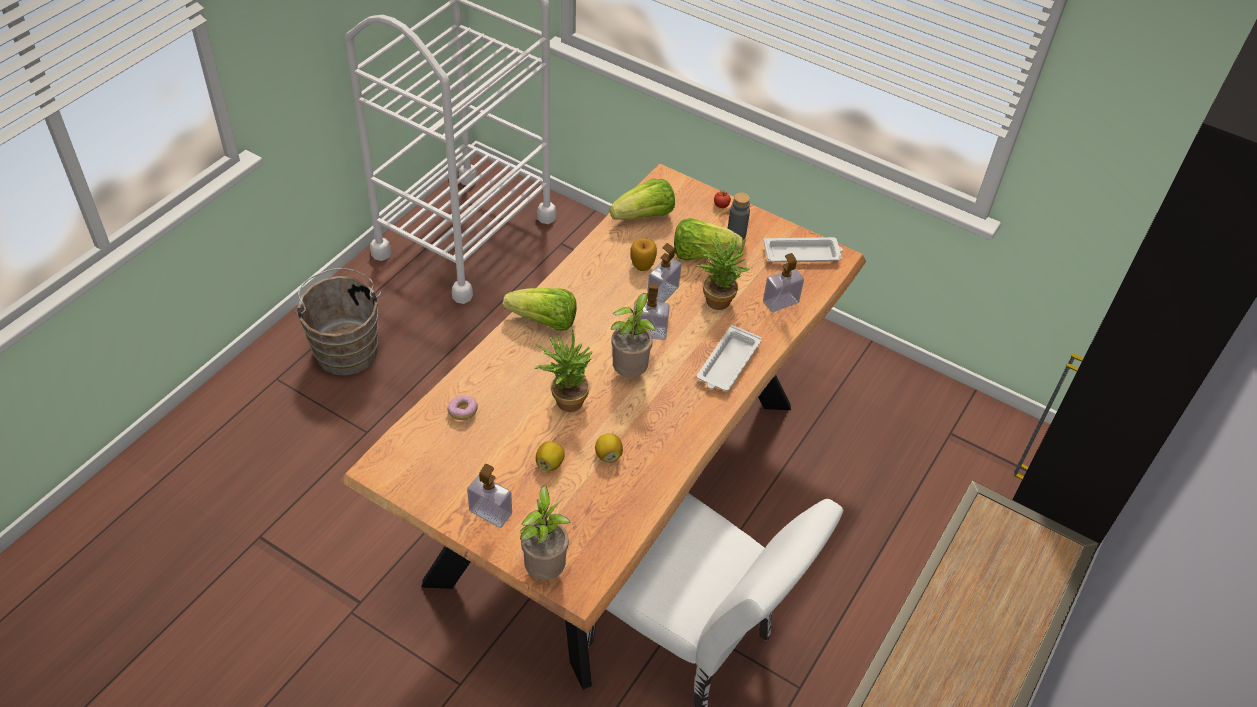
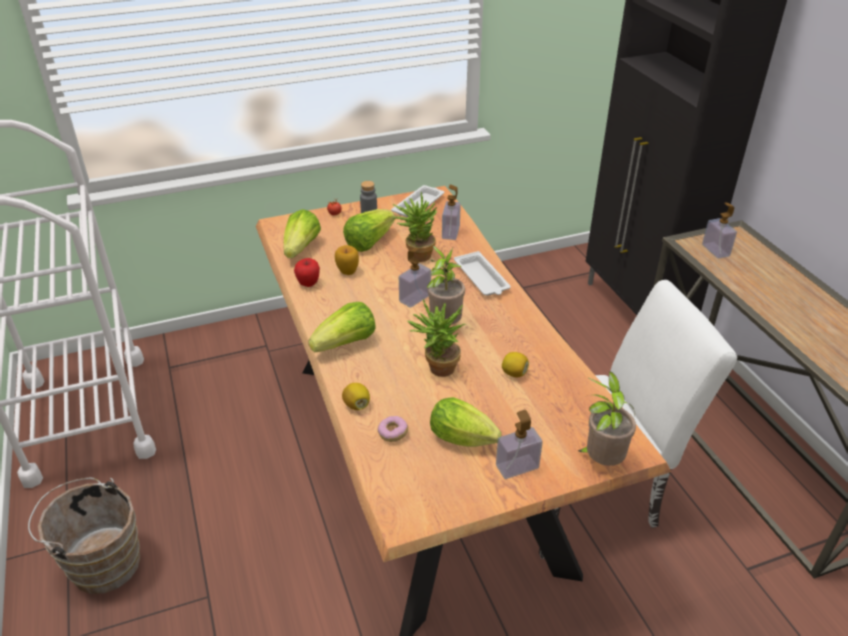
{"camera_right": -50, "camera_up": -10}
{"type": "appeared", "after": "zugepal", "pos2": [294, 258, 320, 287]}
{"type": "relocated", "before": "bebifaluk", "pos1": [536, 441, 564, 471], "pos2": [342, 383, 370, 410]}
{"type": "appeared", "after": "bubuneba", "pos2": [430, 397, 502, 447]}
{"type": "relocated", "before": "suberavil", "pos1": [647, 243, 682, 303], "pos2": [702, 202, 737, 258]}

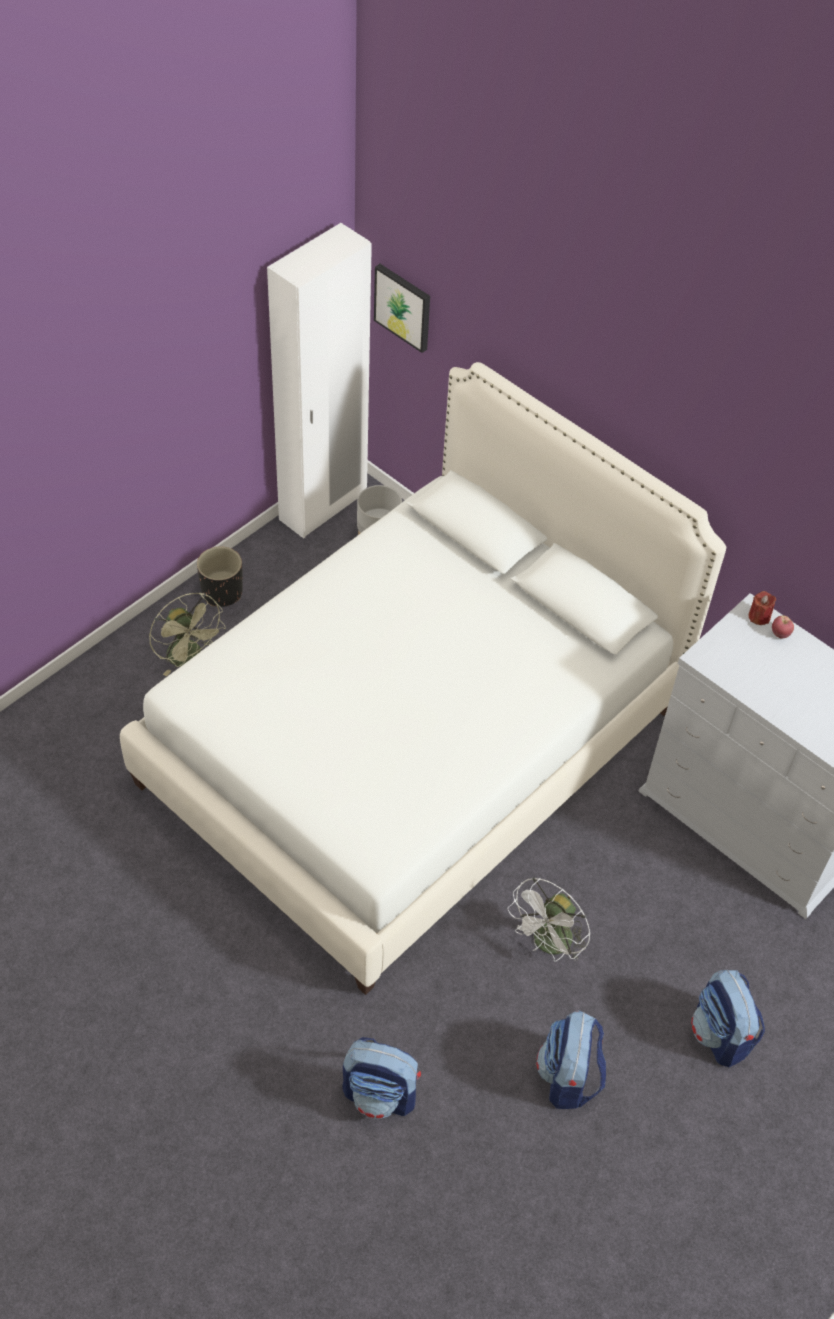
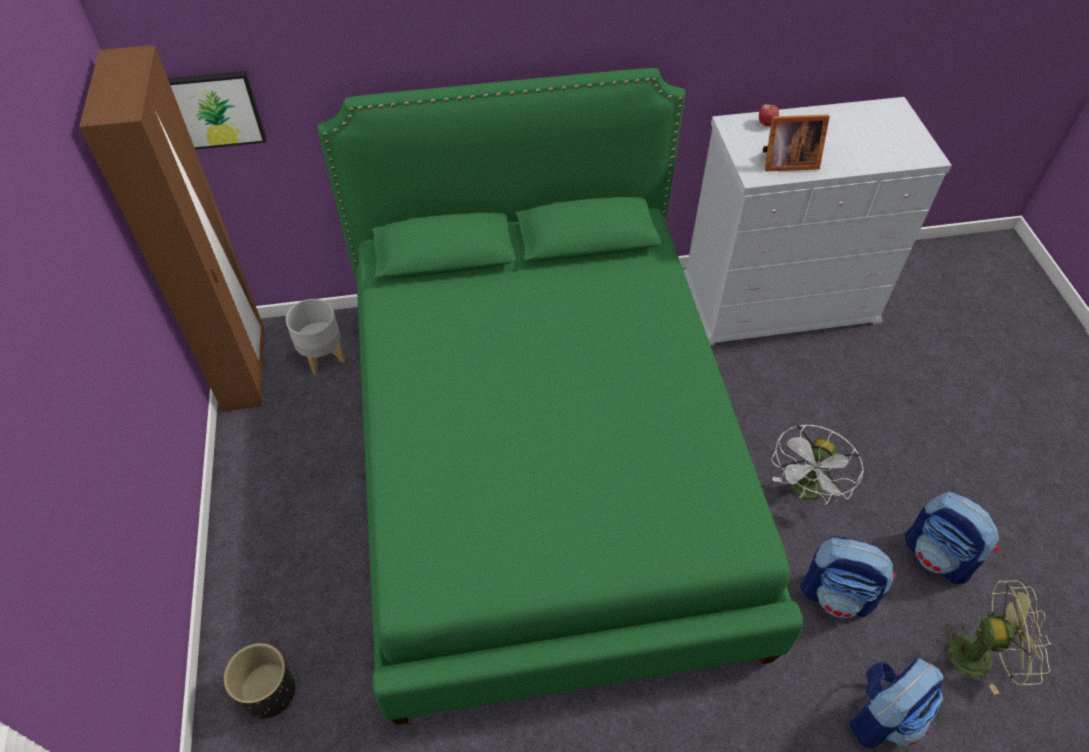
{"camera_right": -50, "camera_up": 0}
{"type": "colour", "before": "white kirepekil", "after": "brown kirepekil", "pos1": [267, 223, 372, 539], "pos2": [79, 45, 265, 411]}
{"type": "relocated", "before": "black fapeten", "pos1": [197, 546, 242, 607], "pos2": [224, 643, 295, 718]}
{"type": "colour", "before": "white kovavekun", "after": "green kovavekun", "pos1": [120, 362, 726, 995], "pos2": [317, 68, 803, 725]}
{"type": "appeared", "after": "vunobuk", "pos2": [763, 115, 830, 171]}
{"type": "spun", "before": "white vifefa", "pos1": [507, 877, 590, 962], "pos2": [771, 424, 864, 505], "turn": 45}
{"type": "relocated", "before": "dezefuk", "pos1": [691, 970, 765, 1067], "pos2": [800, 536, 897, 618]}
{"type": "relocated", "before": "green vifefa", "pos1": [149, 593, 226, 676], "pos2": [933, 580, 1051, 695]}
{"type": "missing", "before": "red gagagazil", "pos1": [748, 591, 776, 625]}

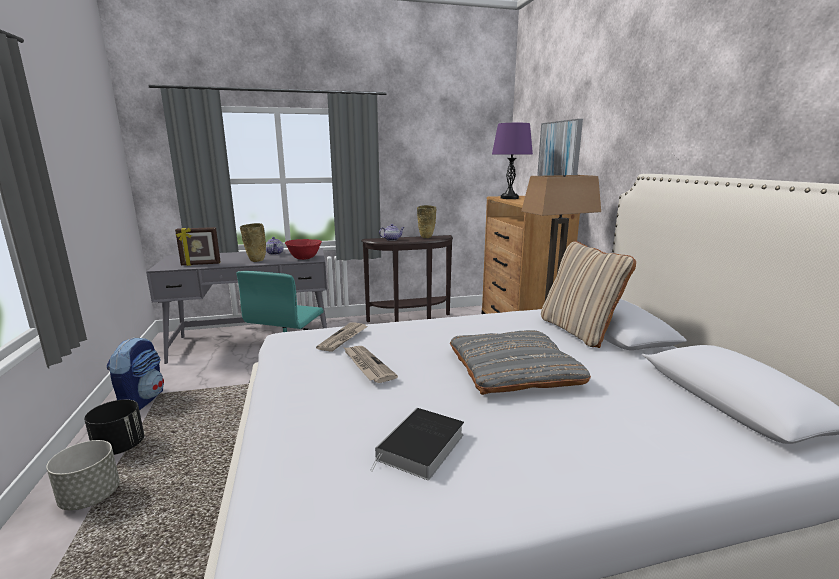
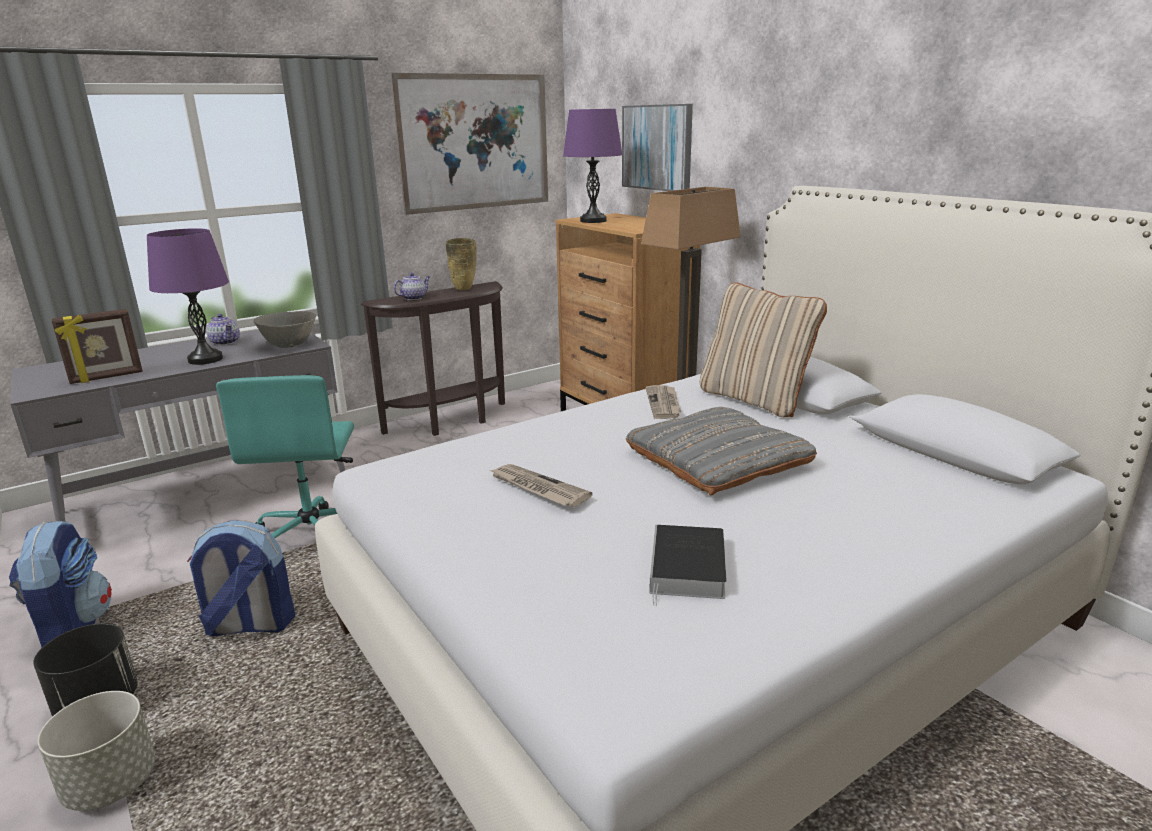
{"camera_right": -20, "camera_up": 5}
{"type": "exchanged", "before": "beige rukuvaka", "after": "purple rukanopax", "pos1": [240, 223, 266, 262], "pos2": [147, 228, 229, 365]}
{"type": "appeared", "after": "dezefuk", "pos2": [187, 520, 295, 636]}
{"type": "colour", "before": "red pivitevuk", "after": "grey pivitevuk", "pos1": [285, 239, 322, 260], "pos2": [253, 311, 316, 348]}
{"type": "appeared", "after": "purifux", "pos2": [390, 73, 548, 215]}
{"type": "relocated", "before": "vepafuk", "pos1": [316, 322, 368, 352], "pos2": [646, 385, 681, 419]}

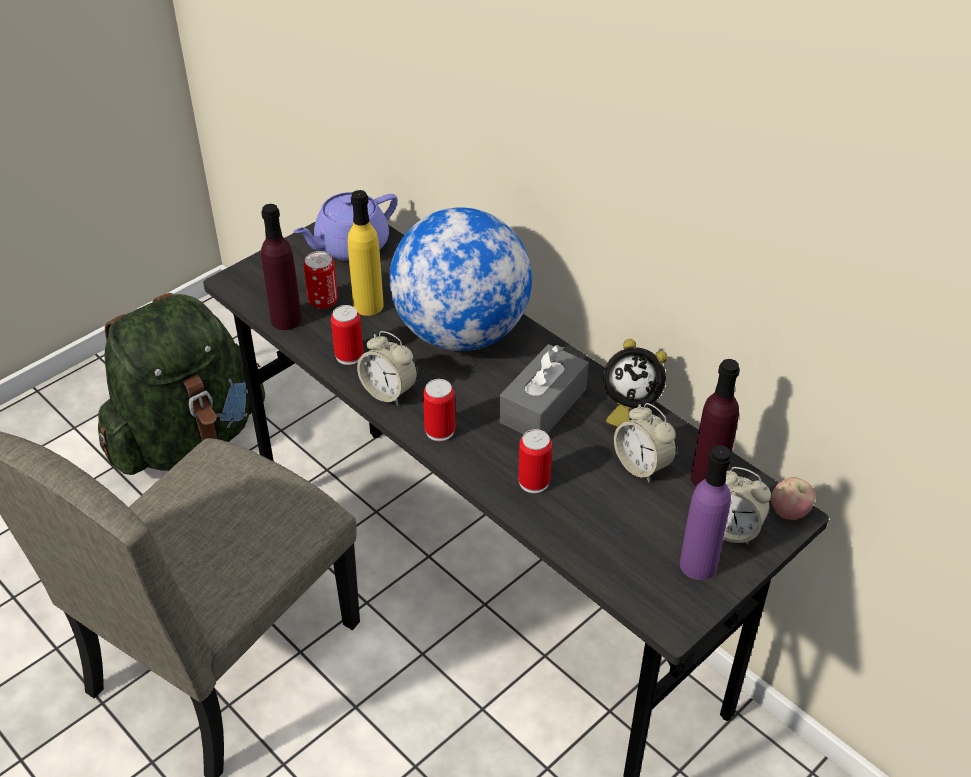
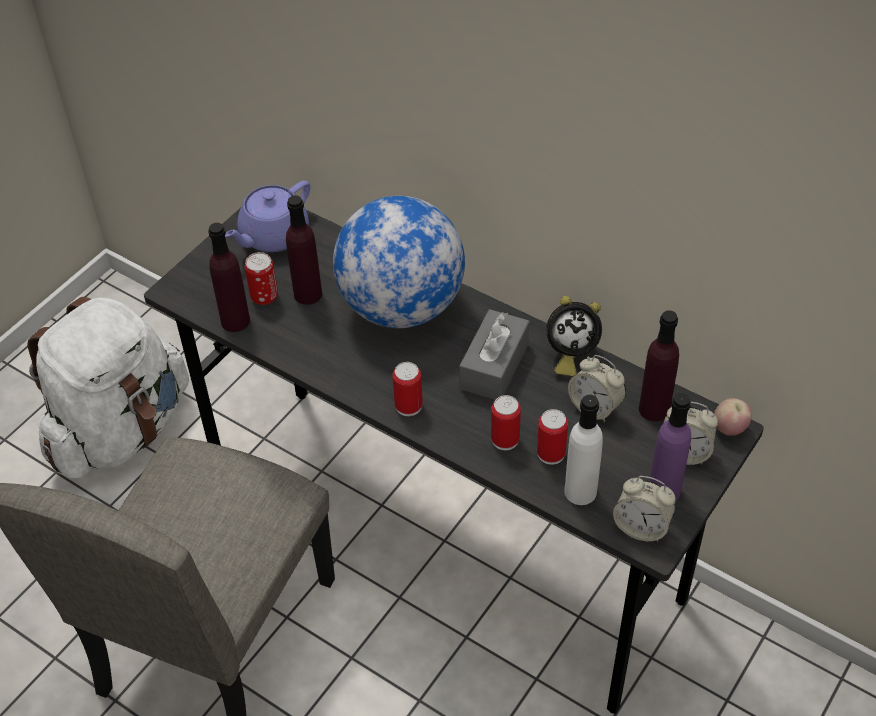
{"camera_right": -10, "camera_up": 5}
{"type": "colour", "before": "green dezefuk", "after": "white dezefuk", "pos1": [98, 293, 265, 475], "pos2": [27, 297, 189, 479]}
{"type": "colour", "before": "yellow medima", "after": "purple medima", "pos1": [348, 190, 384, 316], "pos2": [286, 195, 322, 305]}
{"type": "relocated", "before": "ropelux", "pos1": [331, 305, 363, 365], "pos2": [537, 409, 568, 465]}
{"type": "appeared", "after": "white medima", "pos2": [564, 395, 603, 505]}
{"type": "relocated", "before": "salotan", "pos1": [357, 331, 417, 405], "pos2": [613, 476, 676, 542]}

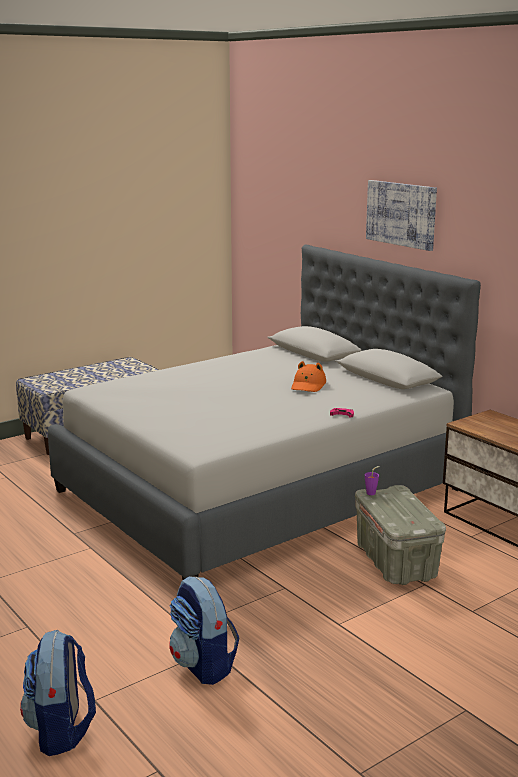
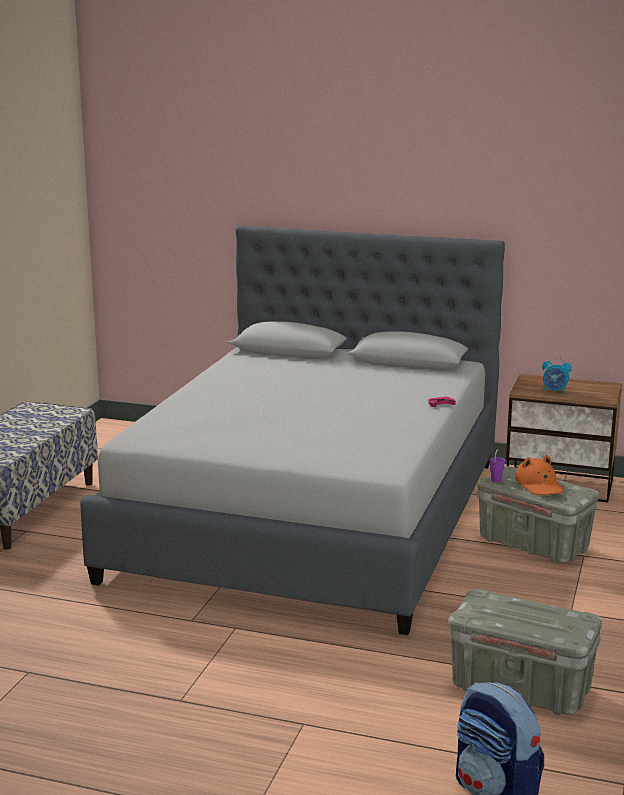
{"camera_right": -35, "camera_up": 0}
{"type": "exchanged", "before": "dezefuk", "after": "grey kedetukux", "pos1": [169, 576, 239, 685], "pos2": [449, 589, 602, 715]}
{"type": "relocated", "before": "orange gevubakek", "pos1": [291, 361, 326, 392], "pos2": [515, 455, 564, 495]}
{"type": "appeared", "after": "salotan", "pos2": [542, 357, 572, 394]}
{"type": "missing", "before": "purifux", "pos1": [366, 180, 437, 251]}

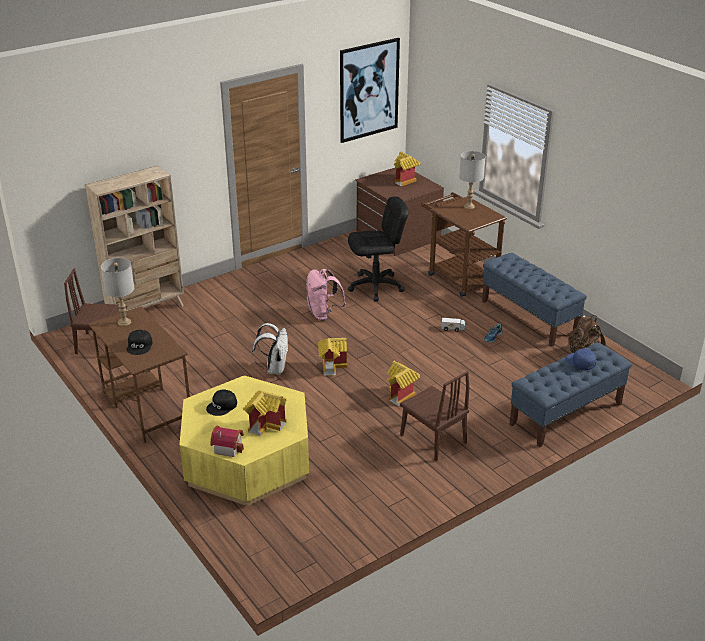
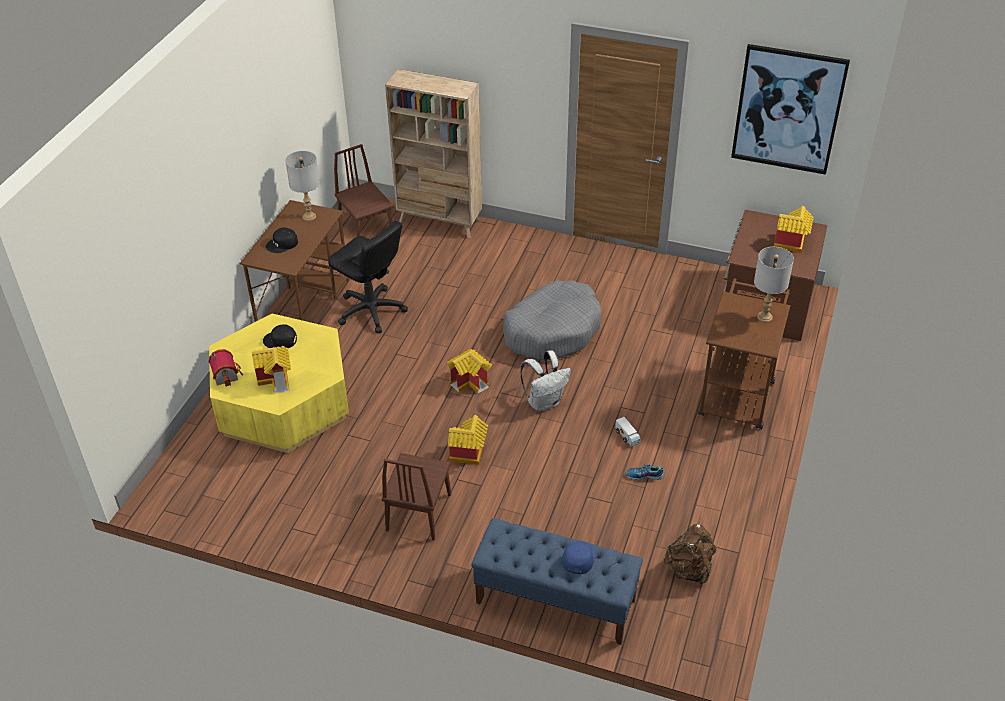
{"camera_right": 55, "camera_up": 10}
{"type": "relocated", "before": "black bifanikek", "pos1": [348, 196, 409, 302], "pos2": [328, 221, 408, 334]}
{"type": "exchanged", "before": "pink dezefuk", "after": "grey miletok", "pos1": [306, 269, 346, 321], "pos2": [503, 280, 602, 360]}
{"type": "relocated", "before": "white dezefuk", "pos1": [252, 323, 289, 375], "pos2": [520, 350, 571, 412]}
{"type": "missing", "before": "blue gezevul", "pos1": [482, 253, 587, 347]}

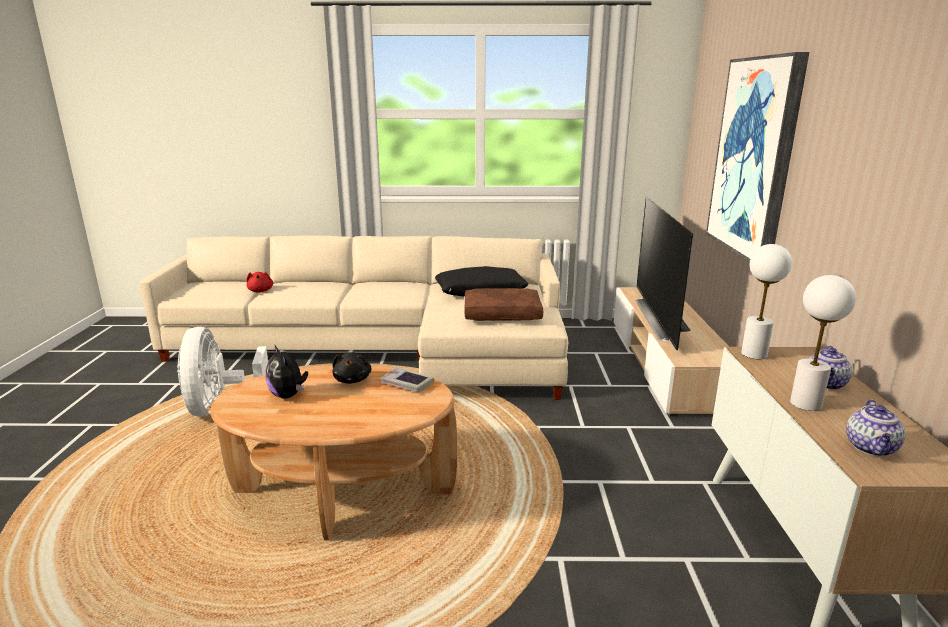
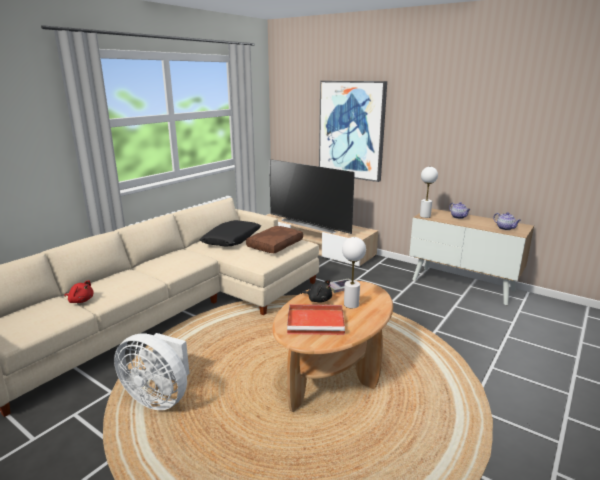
{"camera_right": -55, "camera_up": 0}
{"type": "exchanged", "before": "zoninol", "after": "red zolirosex", "pos1": [266, 346, 308, 399], "pos2": [287, 304, 345, 335]}
{"type": "relocated", "before": "white rukanopax", "pos1": [790, 275, 856, 411], "pos2": [342, 237, 366, 308]}

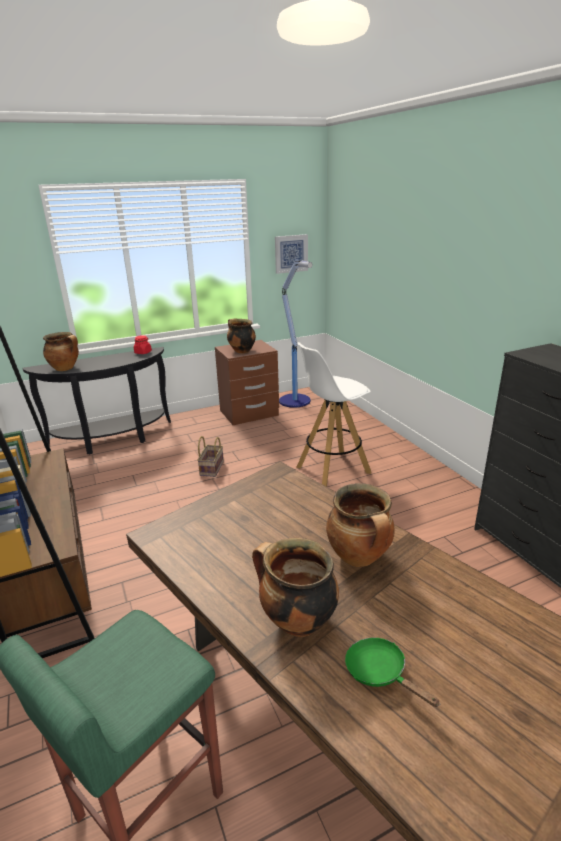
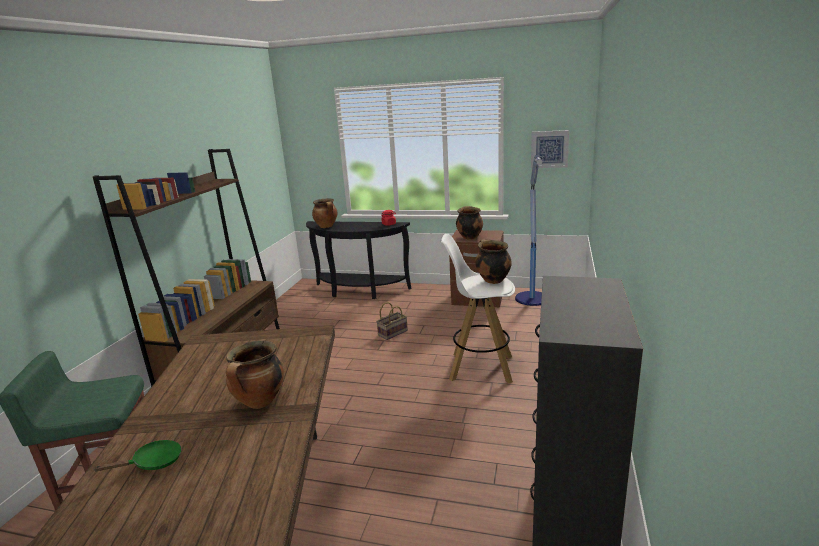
{"camera_right": 40, "camera_up": -5}
{"type": "spun", "before": "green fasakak", "pos1": [345, 637, 440, 707], "pos2": [93, 440, 182, 471], "turn": 60}
{"type": "relocated", "before": "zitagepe", "pos1": [252, 538, 339, 637], "pos2": [475, 239, 512, 284]}

